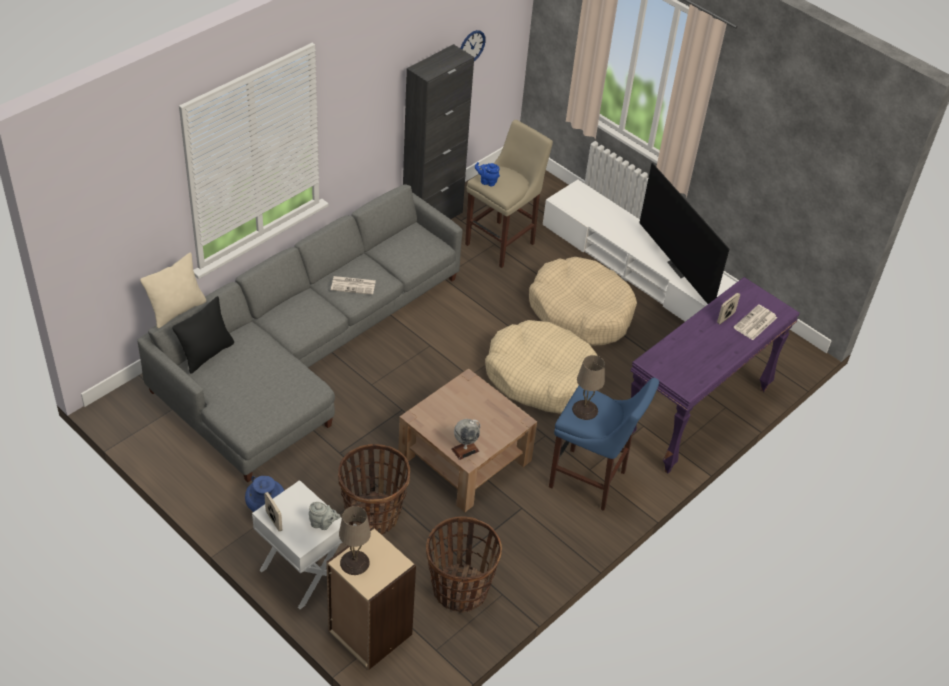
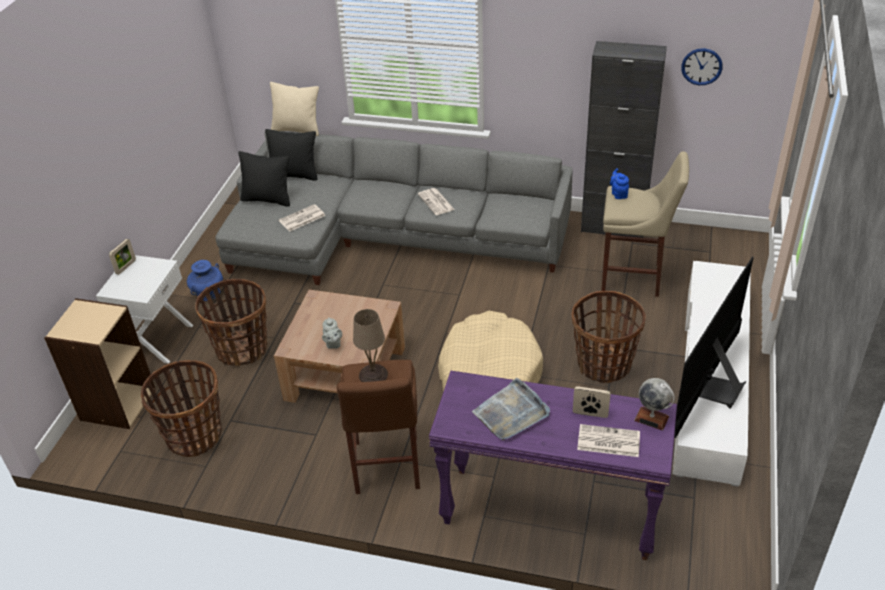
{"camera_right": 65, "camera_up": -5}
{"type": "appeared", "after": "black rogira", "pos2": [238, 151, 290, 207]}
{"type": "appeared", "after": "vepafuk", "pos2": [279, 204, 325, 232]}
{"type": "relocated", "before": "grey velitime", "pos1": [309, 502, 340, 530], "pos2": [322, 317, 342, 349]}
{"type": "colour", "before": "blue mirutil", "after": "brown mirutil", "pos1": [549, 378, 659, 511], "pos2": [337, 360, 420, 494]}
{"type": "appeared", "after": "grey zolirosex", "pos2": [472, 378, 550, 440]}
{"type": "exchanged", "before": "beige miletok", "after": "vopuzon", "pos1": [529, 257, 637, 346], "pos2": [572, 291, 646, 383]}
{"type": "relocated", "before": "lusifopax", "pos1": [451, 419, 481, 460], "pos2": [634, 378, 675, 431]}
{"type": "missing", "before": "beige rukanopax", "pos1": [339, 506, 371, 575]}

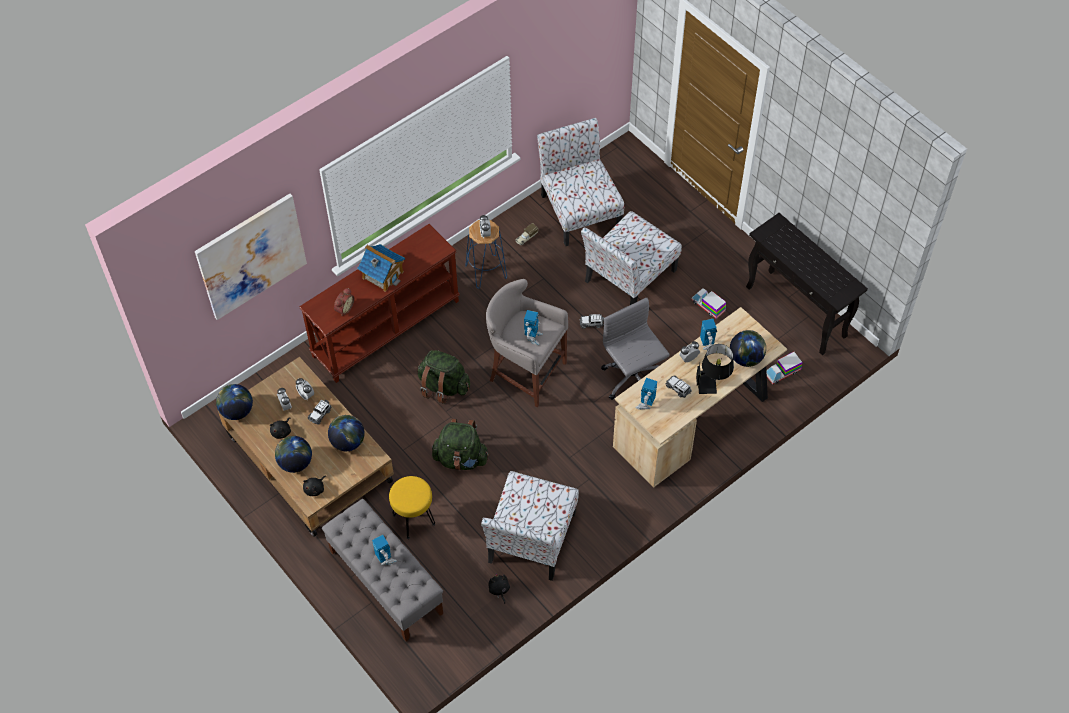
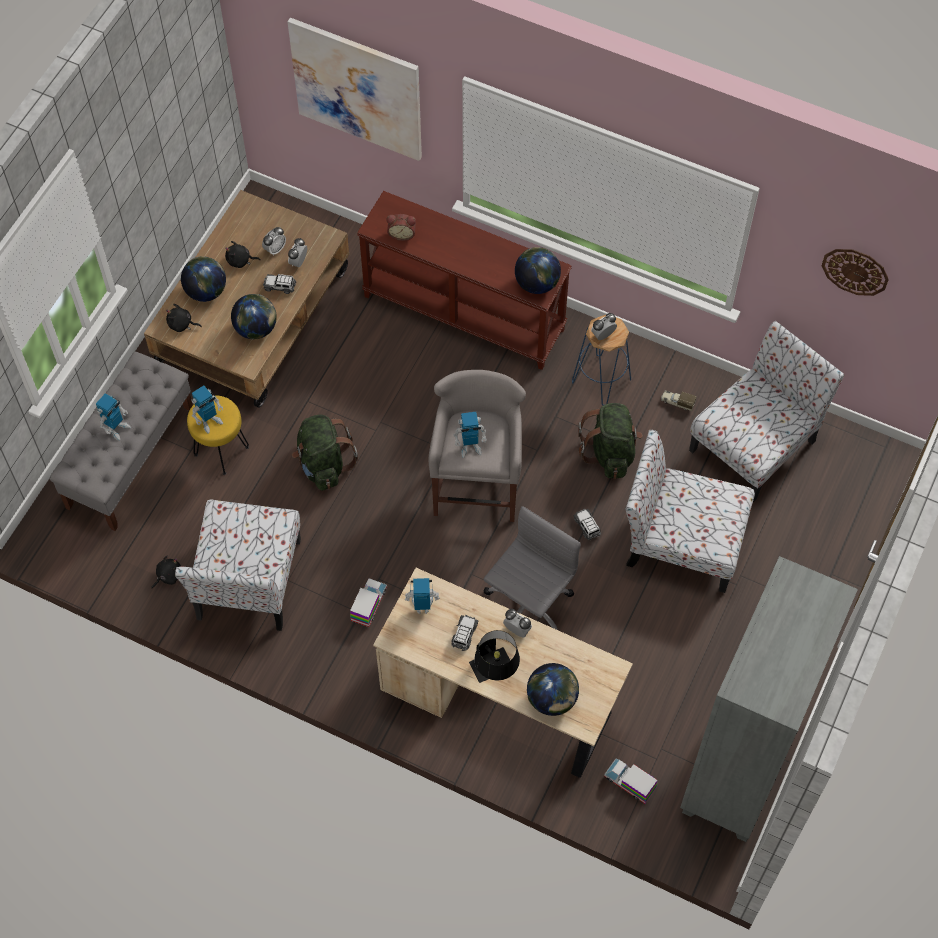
{"camera_right": 65, "camera_up": 5}
{"type": "spun", "before": "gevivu", "pos1": [481, 471, 579, 581], "pos2": [175, 499, 301, 631], "turn": -75}
{"type": "relocated", "before": "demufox", "pos1": [700, 319, 717, 350], "pos2": [191, 385, 223, 433]}
{"type": "relocated", "before": "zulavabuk", "pos1": [691, 288, 726, 319], "pos2": [350, 578, 387, 627]}
{"type": "relocated", "before": "lusifopax", "pos1": [216, 384, 253, 420], "pos2": [515, 247, 561, 294]}
{"type": "relocated", "before": "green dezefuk", "pos1": [417, 350, 470, 404], "pos2": [578, 403, 643, 479]}
{"type": "exchanged", "before": "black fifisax", "after": "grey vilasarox", "pos1": [746, 213, 868, 355], "pos2": [680, 556, 858, 842]}
{"type": "appeared", "after": "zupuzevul", "pos2": [822, 249, 889, 296]}
{"type": "missing", "before": "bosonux", "pos1": [357, 244, 405, 292]}

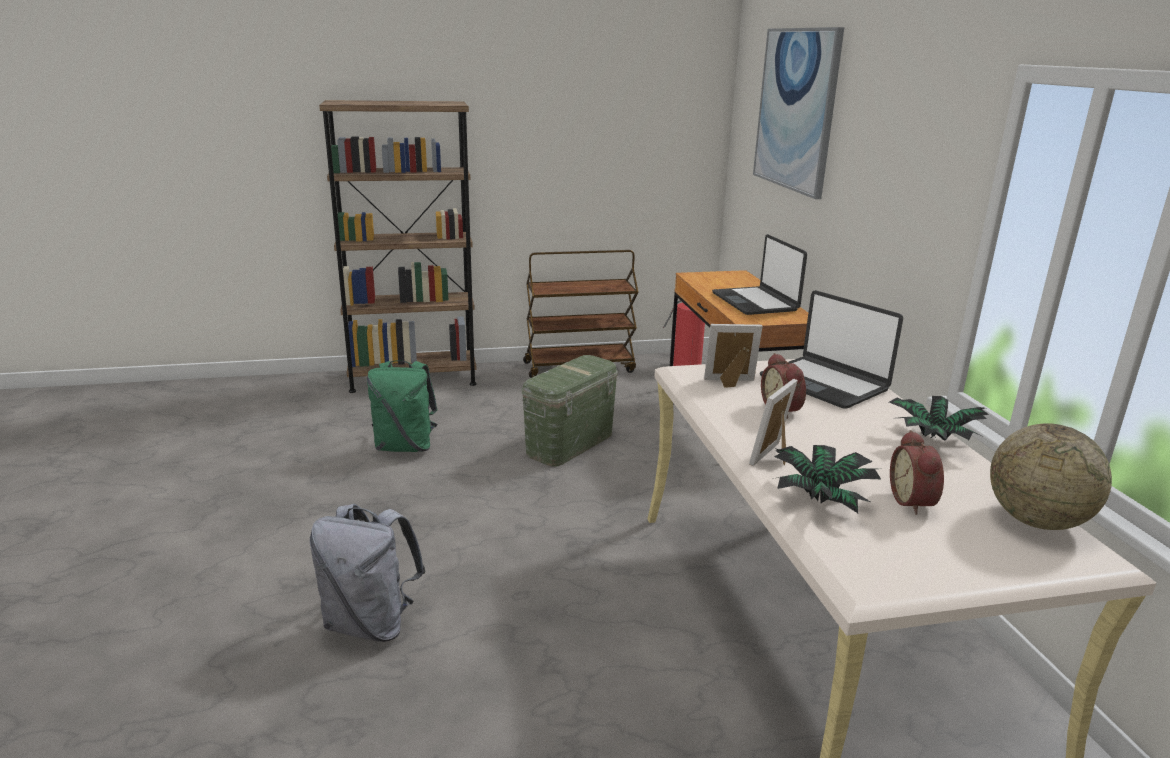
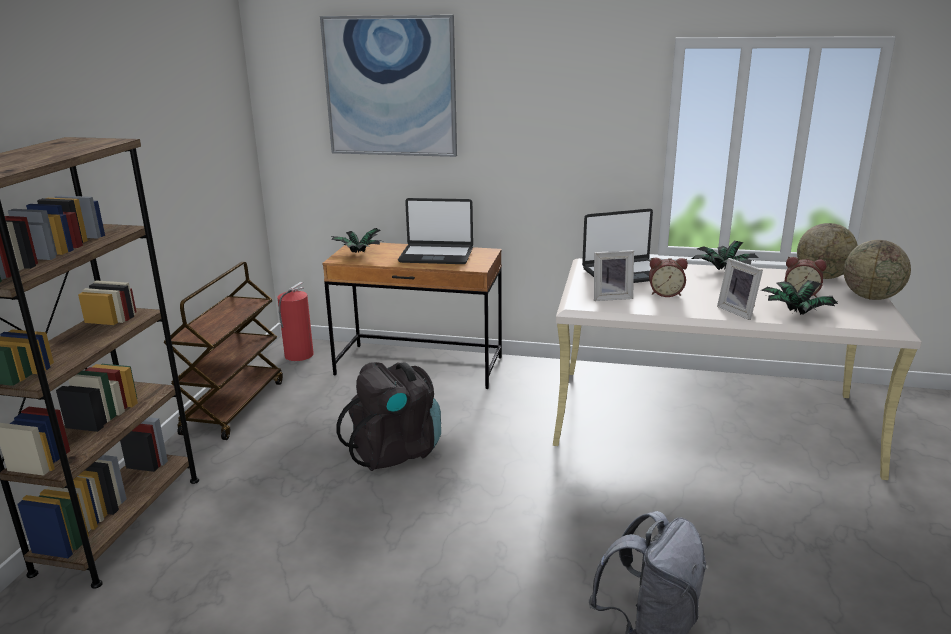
{"camera_right": -65, "camera_up": 0}
{"type": "appeared", "after": "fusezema", "pos2": [331, 228, 381, 253]}
{"type": "exchanged", "before": "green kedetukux", "after": "black dezefuk", "pos1": [522, 355, 618, 467], "pos2": [337, 362, 441, 471]}
{"type": "spun", "before": "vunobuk", "pos1": [704, 324, 763, 388], "pos2": [594, 250, 634, 301], "turn": -120}
{"type": "appeared", "after": "lusifopax", "pos2": [843, 240, 911, 300]}
{"type": "missing", "before": "green dezefuk", "pos1": [367, 360, 438, 452]}

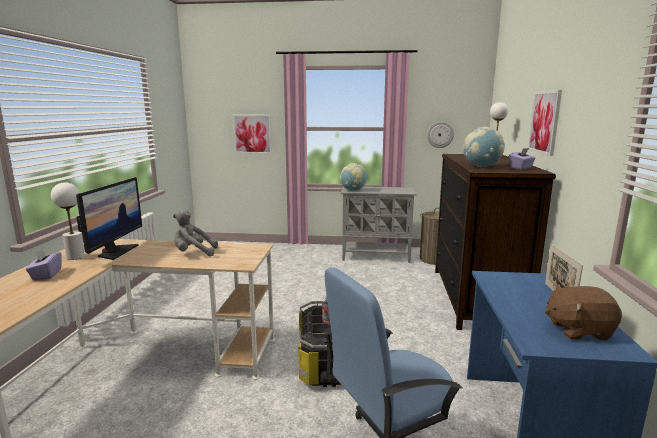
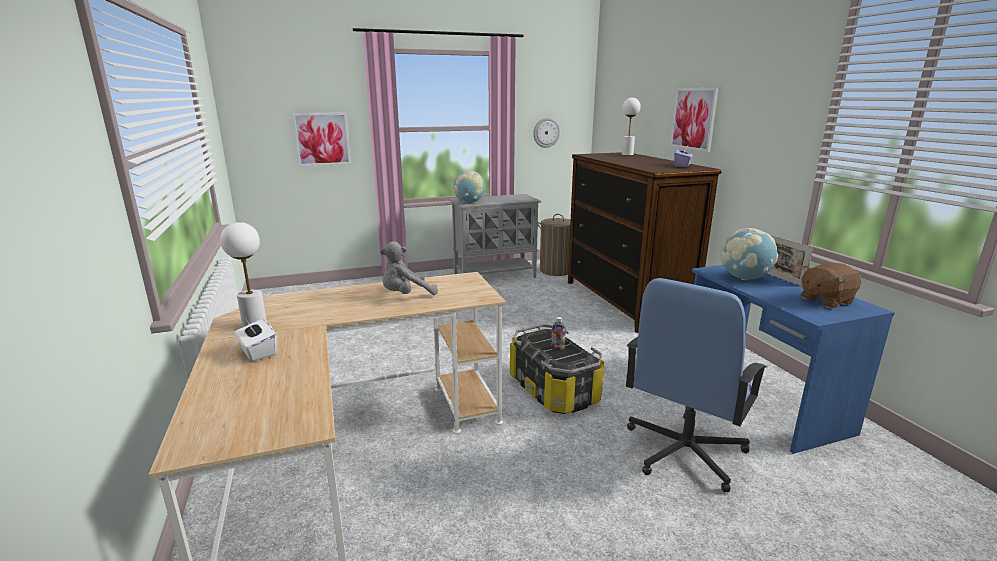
{"camera_right": -25, "camera_up": 5}
{"type": "colour", "before": "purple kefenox", "after": "white kefenox", "pos1": [26, 248, 62, 280], "pos2": [234, 319, 277, 362]}
{"type": "relocated", "before": "lusifopax", "pos1": [462, 127, 505, 167], "pos2": [721, 228, 778, 280]}
{"type": "missing", "before": "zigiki", "pos1": [76, 177, 142, 260]}

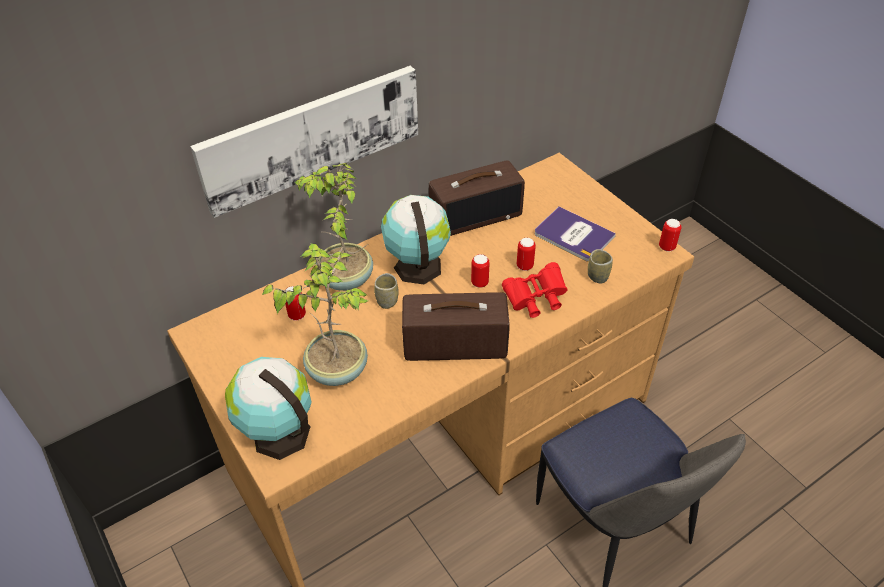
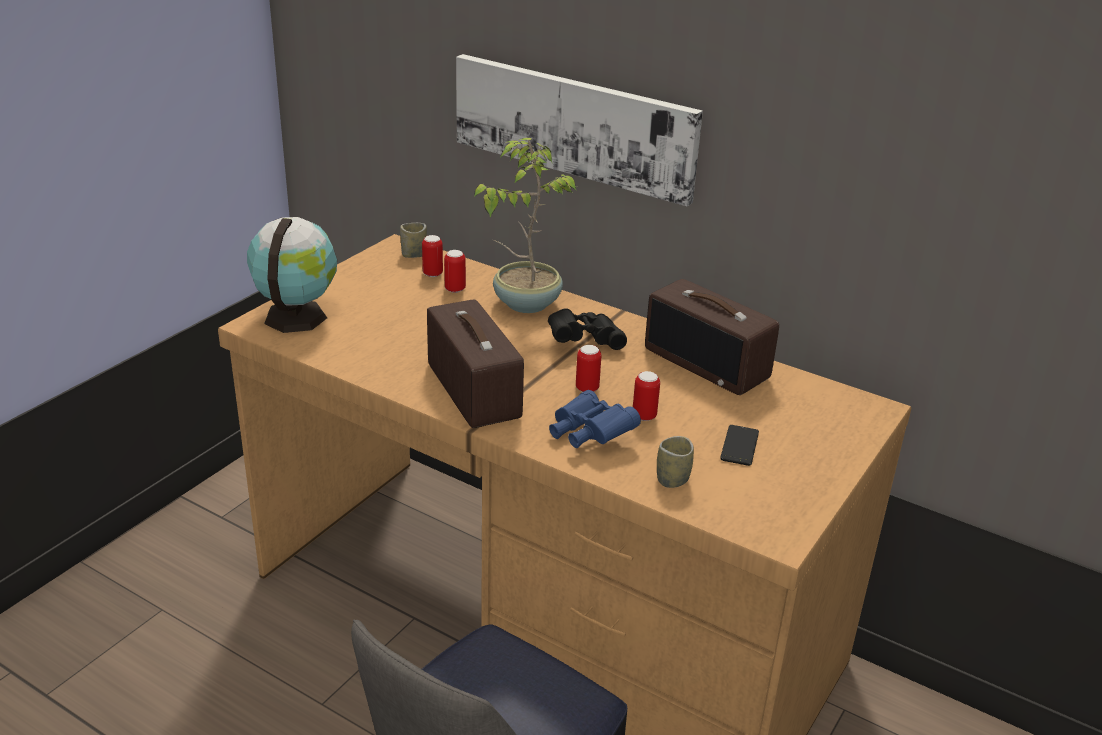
{"camera_right": 65, "camera_up": -15}
{"type": "relocated", "before": "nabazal", "pos1": [374, 273, 399, 309], "pos2": [400, 223, 427, 258]}
{"type": "relocated", "before": "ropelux", "pos1": [659, 219, 681, 251], "pos2": [422, 235, 443, 277]}
{"type": "exchanged", "before": "lusifopax", "after": "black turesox", "pos1": [381, 195, 451, 284], "pos2": [548, 309, 627, 350]}
{"type": "colour", "before": "red turesox", "after": "blue turesox", "pos1": [502, 262, 568, 318], "pos2": [549, 390, 641, 448]}
{"type": "exchanged", "before": "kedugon", "after": "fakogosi", "pos1": [535, 206, 616, 262], "pos2": [720, 425, 759, 466]}
{"type": "missing", "before": "fusezema", "pos1": [262, 243, 368, 386]}

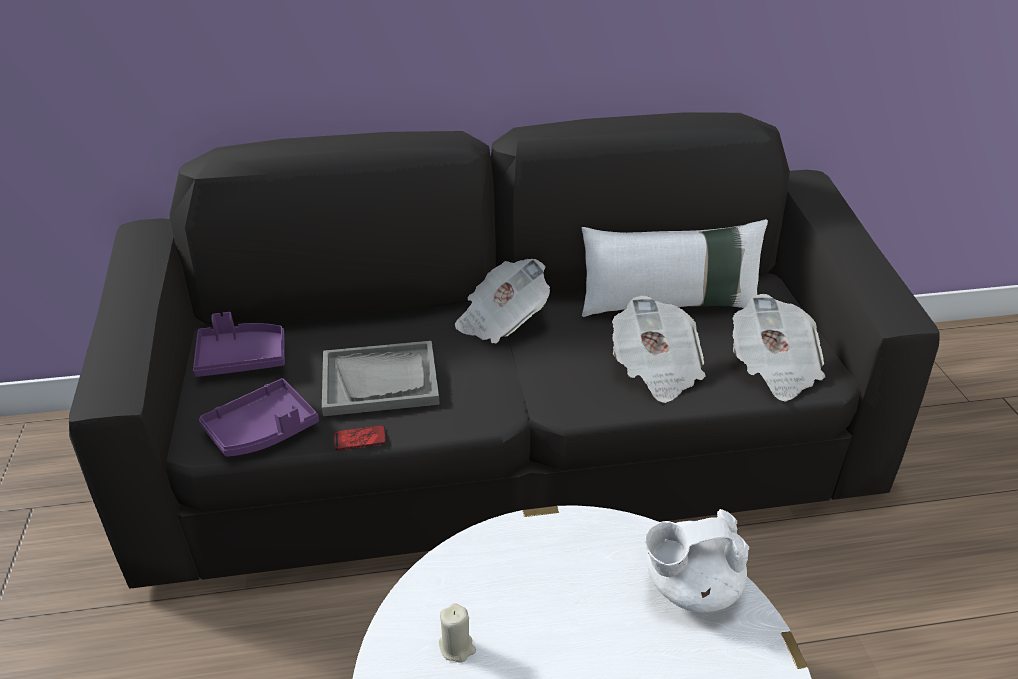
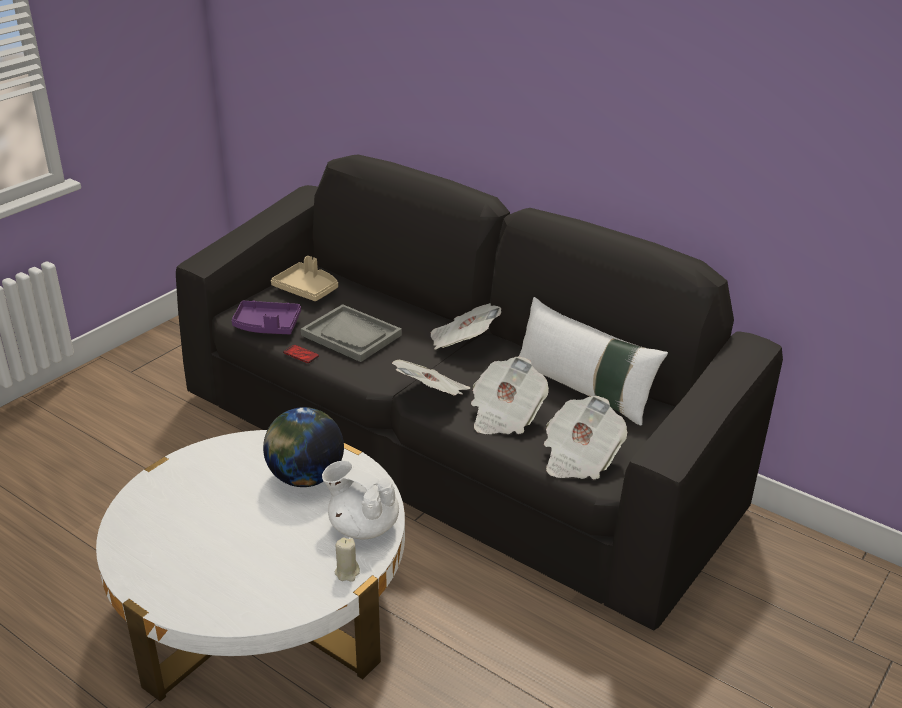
{"camera_right": 45, "camera_up": -5}
{"type": "appeared", "after": "lusifopax", "pos2": [263, 407, 344, 487]}
{"type": "colour", "before": "purple zolirosex", "after": "beige zolirosex", "pos1": [193, 312, 285, 377], "pos2": [271, 256, 338, 301]}
{"type": "relocated", "before": "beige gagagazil", "pos1": [439, 603, 476, 663], "pos2": [335, 537, 360, 582]}
{"type": "appeared", "after": "vepafuk", "pos2": [392, 360, 470, 396]}

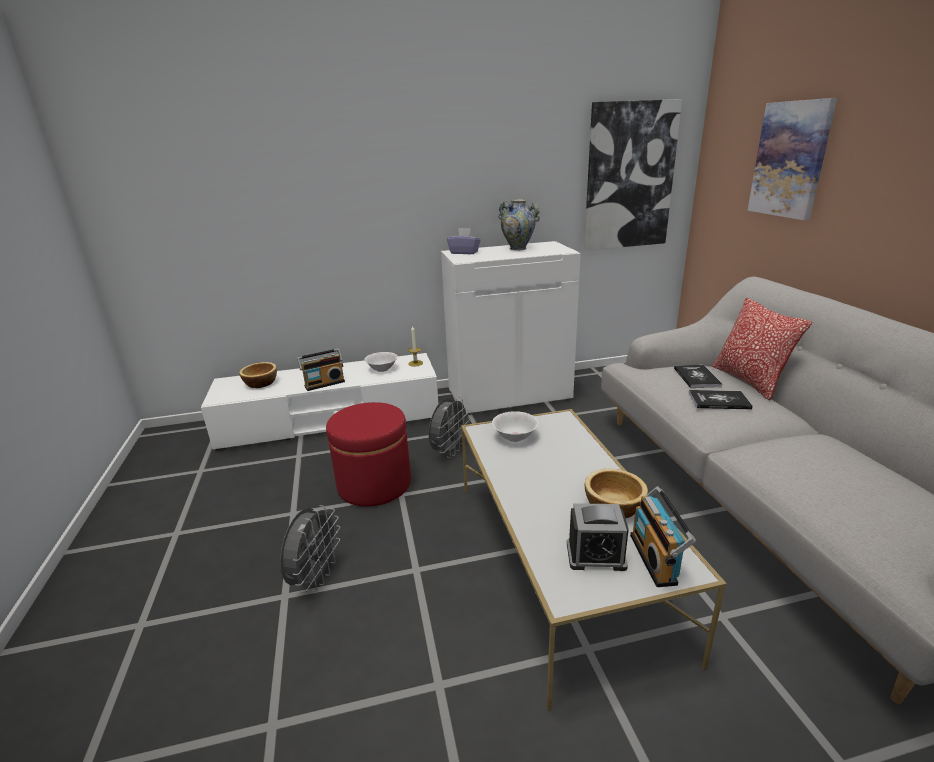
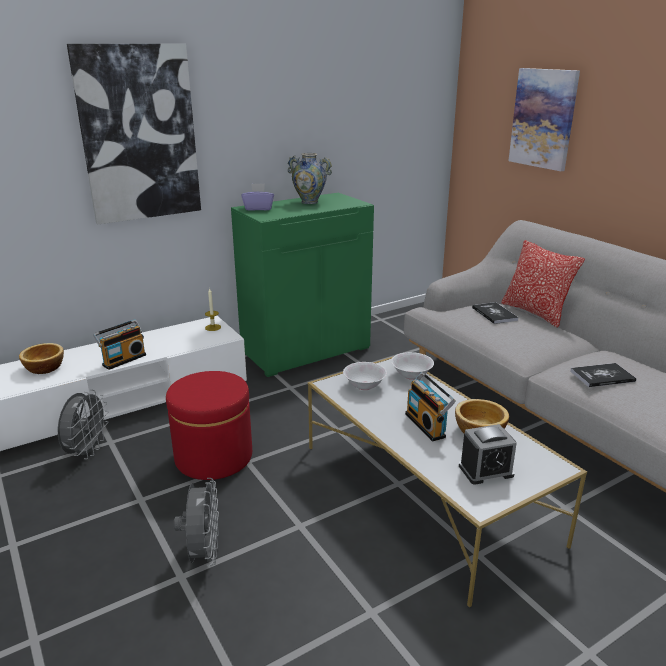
{"camera_right": -20, "camera_up": 0}
{"type": "relocated", "before": "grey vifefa", "pos1": [429, 397, 470, 458], "pos2": [58, 390, 109, 459]}
{"type": "relocated", "before": "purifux", "pos1": [584, 99, 682, 250], "pos2": [67, 44, 201, 224]}
{"type": "colour", "before": "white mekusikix", "after": "green mekusikix", "pos1": [441, 241, 581, 415], "pos2": [231, 193, 374, 377]}
{"type": "relocated", "before": "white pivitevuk", "pos1": [364, 352, 398, 372], "pos2": [391, 352, 434, 380]}
{"type": "relocated", "before": "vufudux", "pos1": [630, 486, 696, 587], "pos2": [405, 372, 456, 442]}
{"type": "relocated", "before": "kedugon", "pos1": [688, 390, 753, 409], "pos2": [570, 363, 636, 387]}

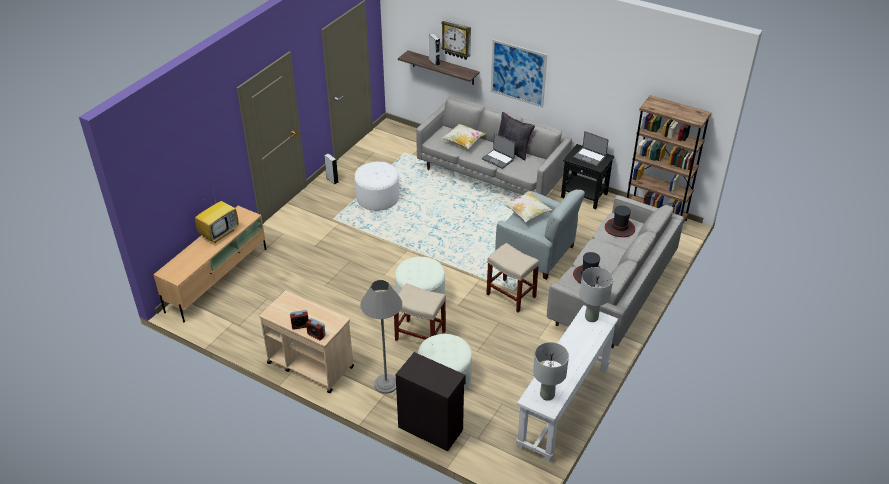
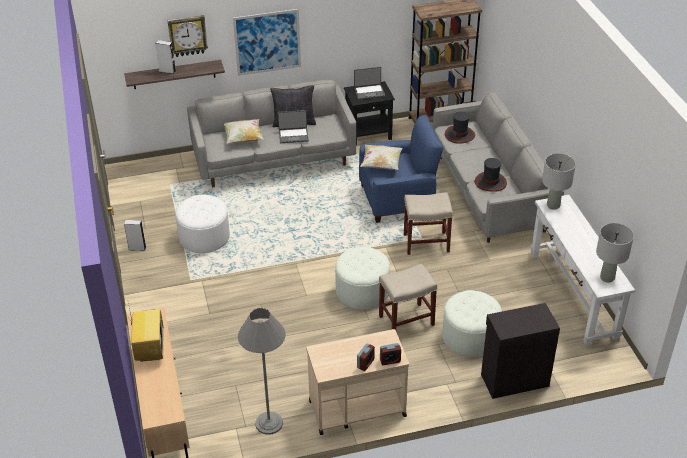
{"camera_right": -45, "camera_up": 0}
{"type": "relocated", "before": "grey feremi", "pos1": [360, 280, 402, 394], "pos2": [238, 308, 286, 435]}
{"type": "colour", "before": "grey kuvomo", "after": "blue kuvomo", "pos1": [495, 190, 585, 280], "pos2": [359, 115, 443, 223]}

